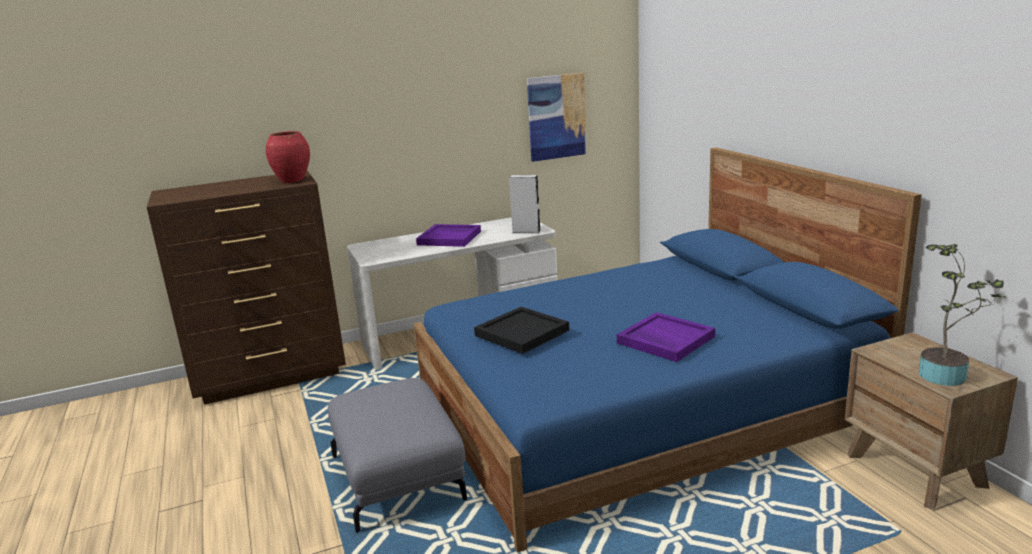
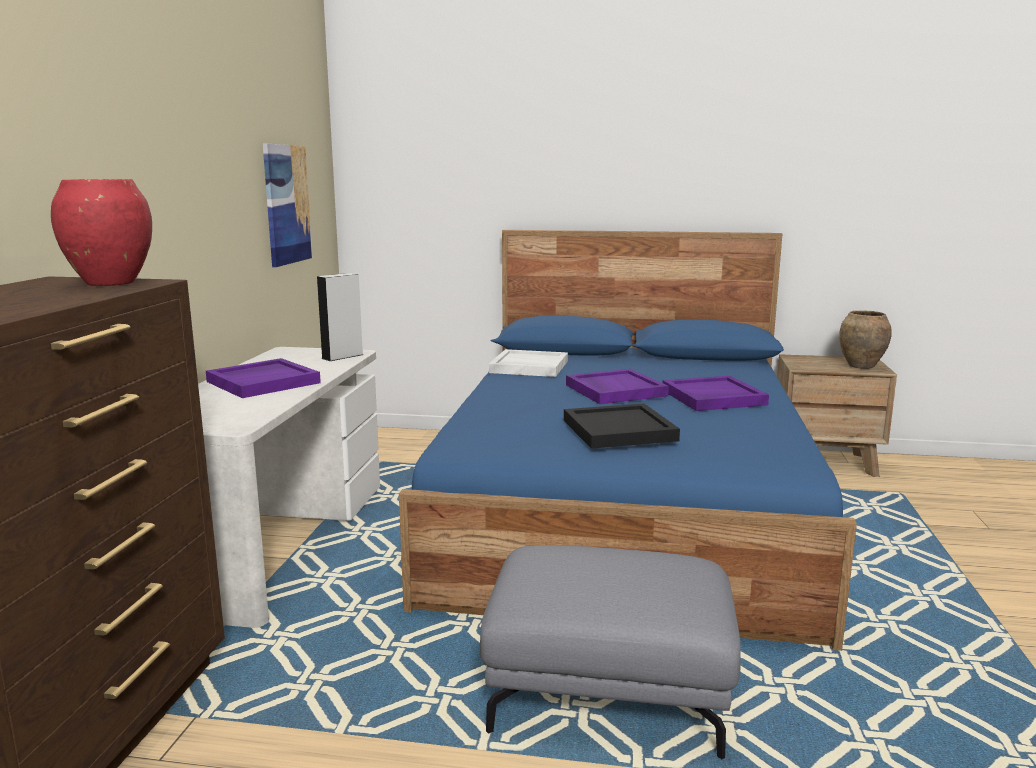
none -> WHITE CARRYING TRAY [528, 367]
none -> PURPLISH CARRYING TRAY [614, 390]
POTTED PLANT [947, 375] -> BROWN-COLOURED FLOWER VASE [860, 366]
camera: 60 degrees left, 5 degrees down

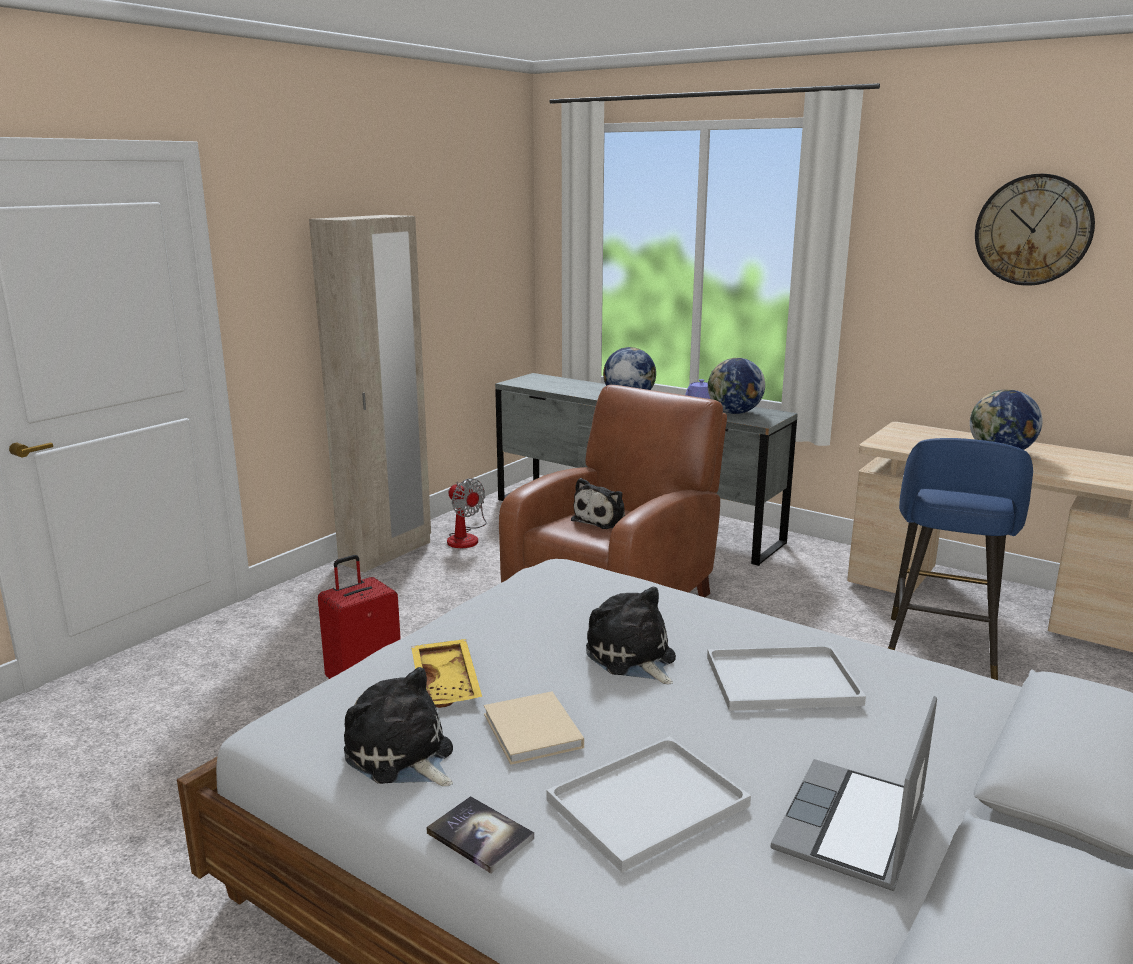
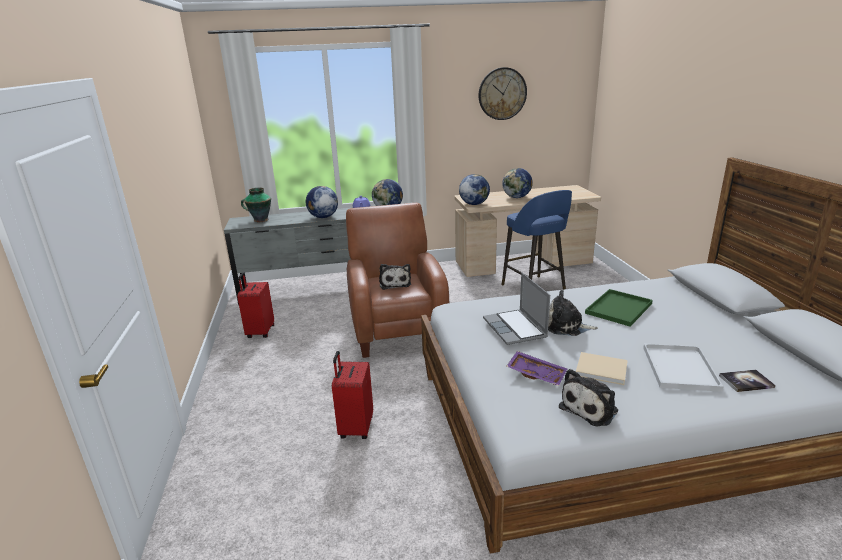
BEIGE-COLOURED CLOTHES CUPBOARD [386, 553] -> none
none -> FLOWER VASE [260, 220]
none -> GLOBE [474, 204]
BOUND BOOK [480, 836] -> BOUND BOOK [746, 381], relocated
LAPTOP [852, 828] -> LAPTOP [515, 328], relocated
COOLING FAN [466, 537] -> RED-COLOURED TRAVEL CASE [260, 332]
YELLOW-COLOURED CARRYING TRAY [448, 683] -> PURPLISH CARRYING TRAY [536, 374]
WHITE CARRYING TRAY [779, 681] -> GREEN-COLOURED CARRYING TRAY [619, 309]
CUDDLY TOY [402, 756] -> CUDDLY TOY [591, 408], 45 degrees counterclockwise
camera: 45 degrees left, 5 degrees up

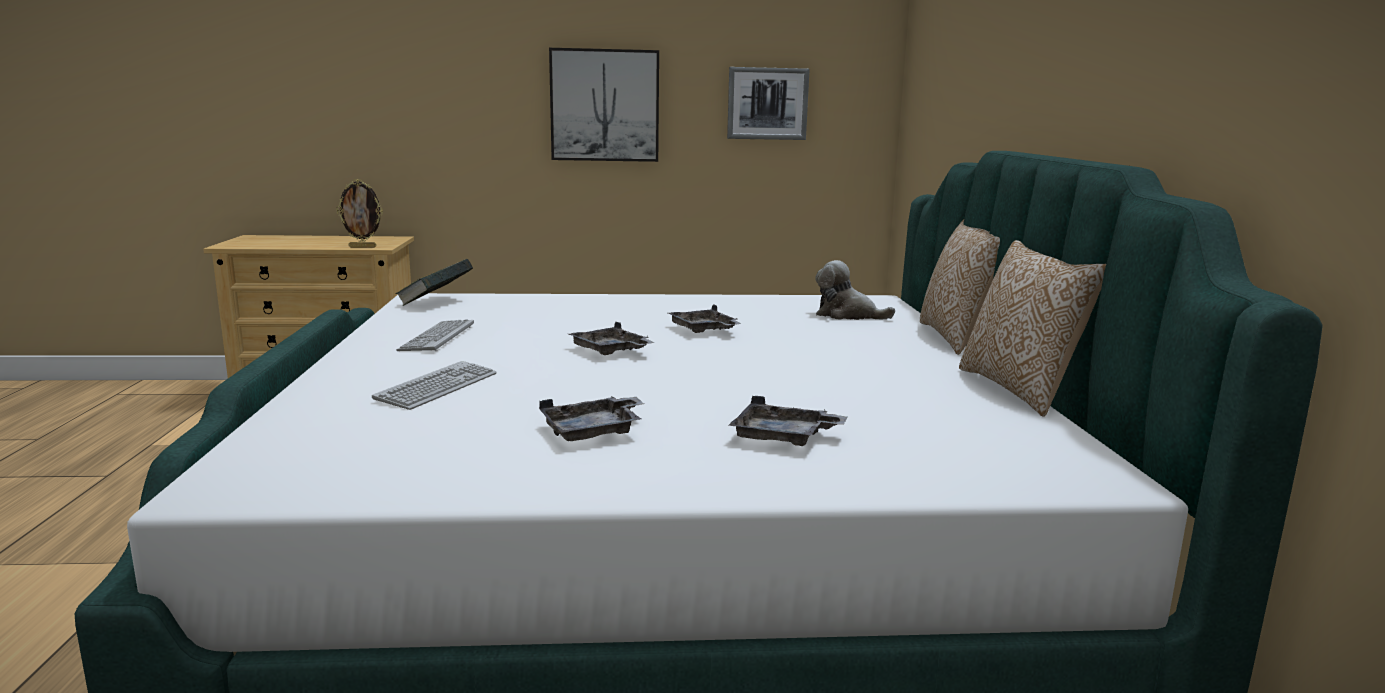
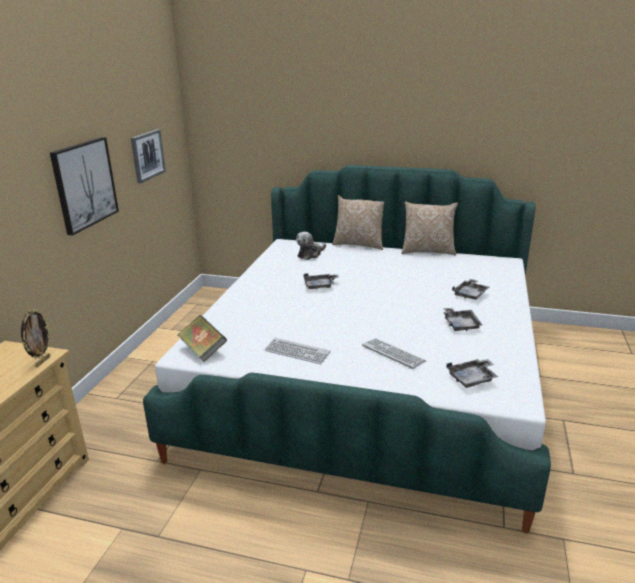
GREYISH CARRYING TRAY [610, 351] -> GREYISH CARRYING TRAY [472, 378], relocated
camera: 70 degrees left, 10 degrees up

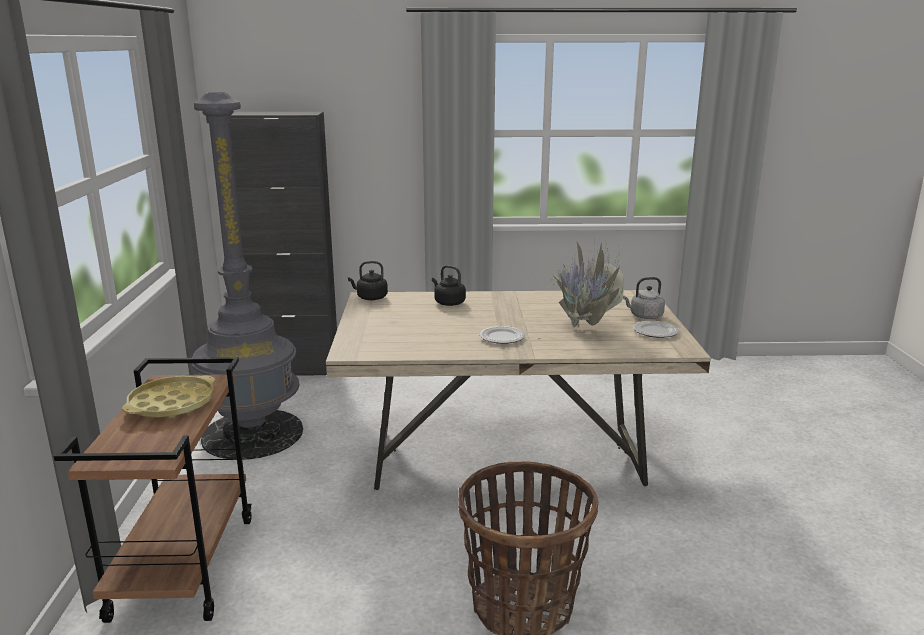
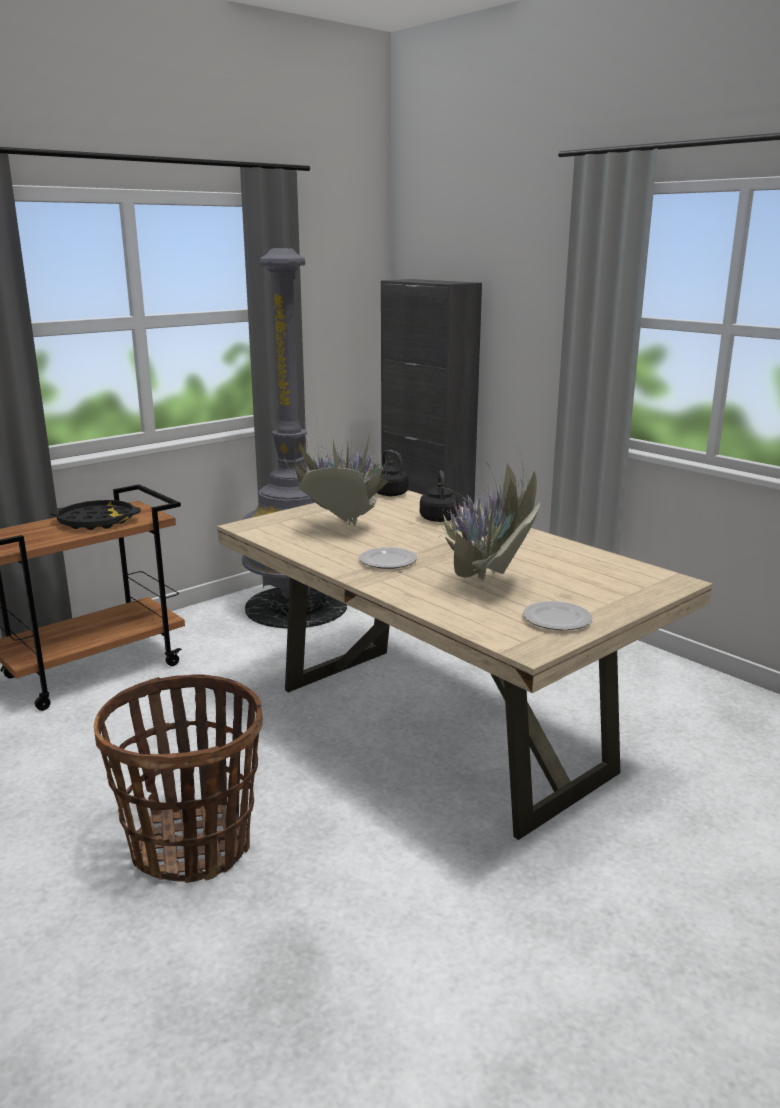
GREYISH TEA KETTLE [644, 316] -> none
none -> POTTED PLANT [341, 527]
YELLOW-COLOURED CARRYING TRAY [172, 404] -> BLACK-COLOURED CARRYING TRAY [97, 521]
camera: 50 degrees right, 0 degrees up

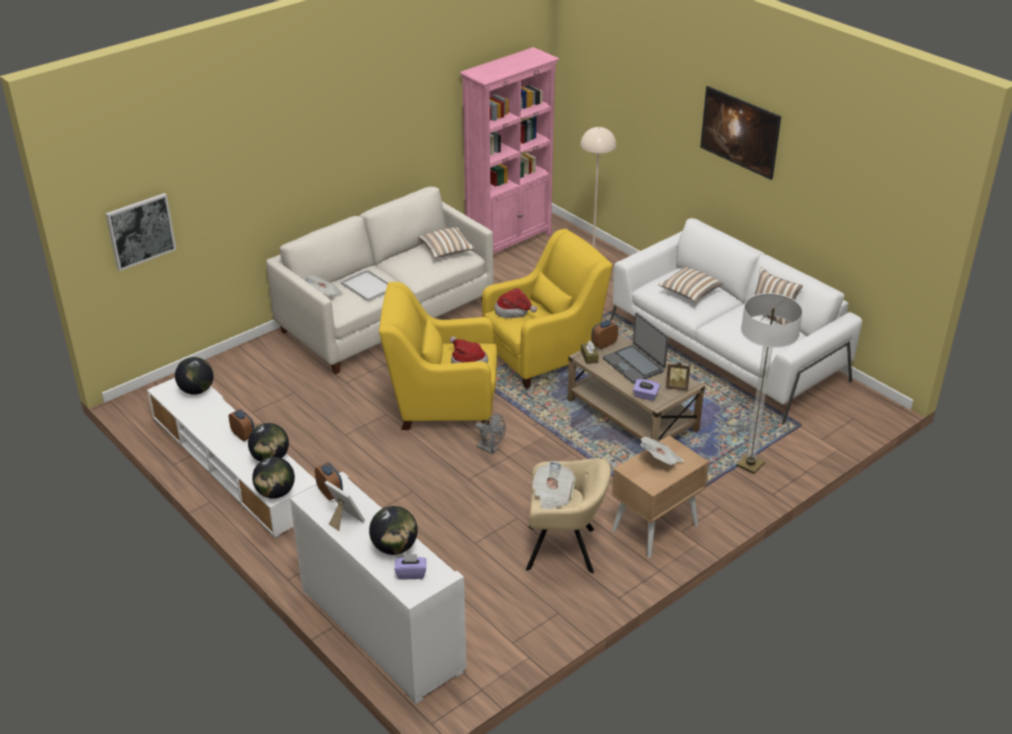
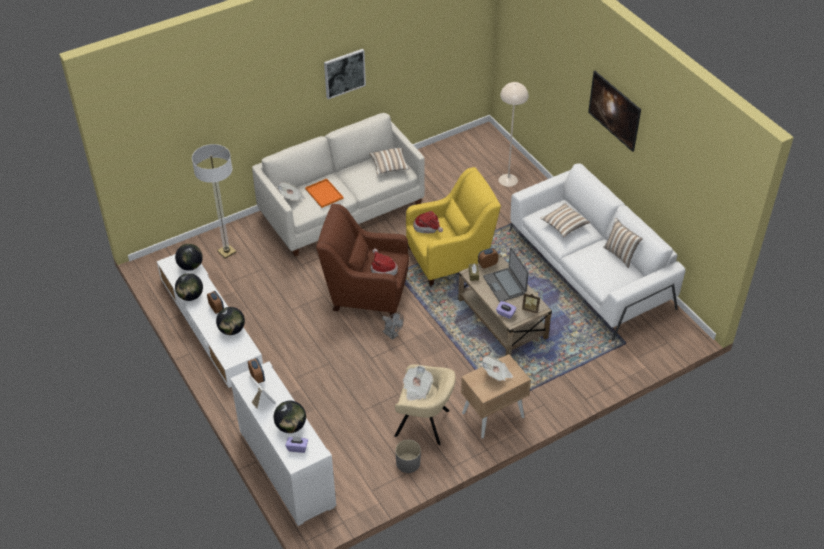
PINKISH BOOKSHELF [509, 241] -> none
none -> GREYISH FLOWER POT [408, 463]
WALL PICTURE [140, 231] -> WALL PICTURE [344, 73], relocated
GLOBE [275, 493] -> GLOBE [190, 296], relocated
FLOOR LAMP [750, 465] -> FLOOR LAMP [226, 252], relocated
WHITE CARRYING TRAY [368, 286] -> ORANGE-COLOURED CARRYING TRAY [325, 194]
YELLOW-COLOURED LOUNGE CHAIR [442, 404] -> BROWN-COLOURED LOUNGE CHAIR [366, 292]
camera: 10 degrees right, 10 degrees up

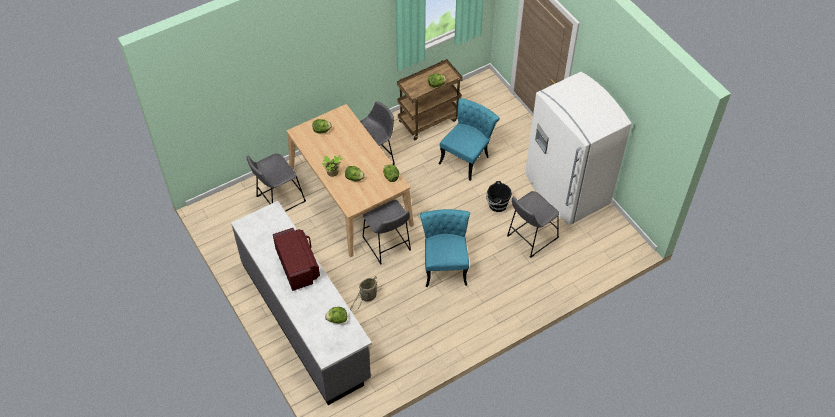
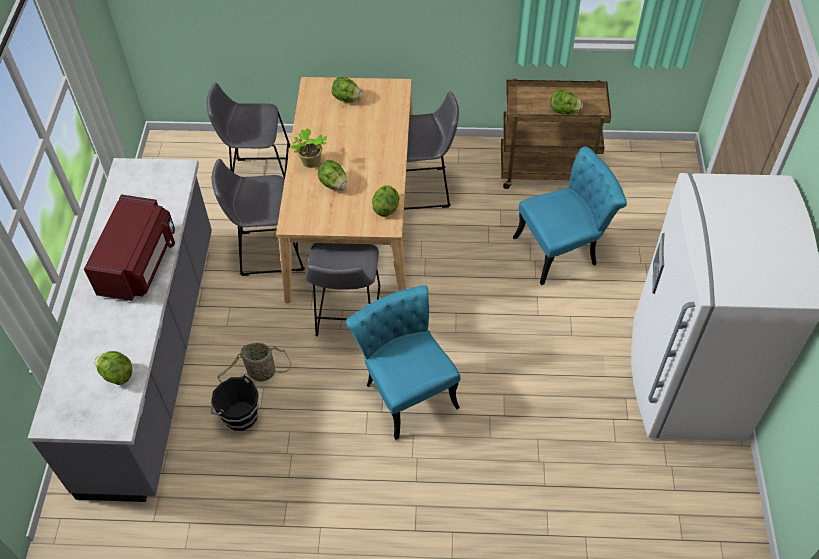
BLACK-COLOURED BUCKET [497, 205] -> BLACK-COLOURED BUCKET [239, 415], relocated
GREYISH SITTING STOOL [530, 238] -> GREYISH SITTING STOOL [267, 251], relocated
BLUE-GREEN CHAIR [445, 264] -> BLUE-GREEN CHAIR [406, 389], 60 degrees counterclockwise
camera: 35 degrees right, 0 degrees up

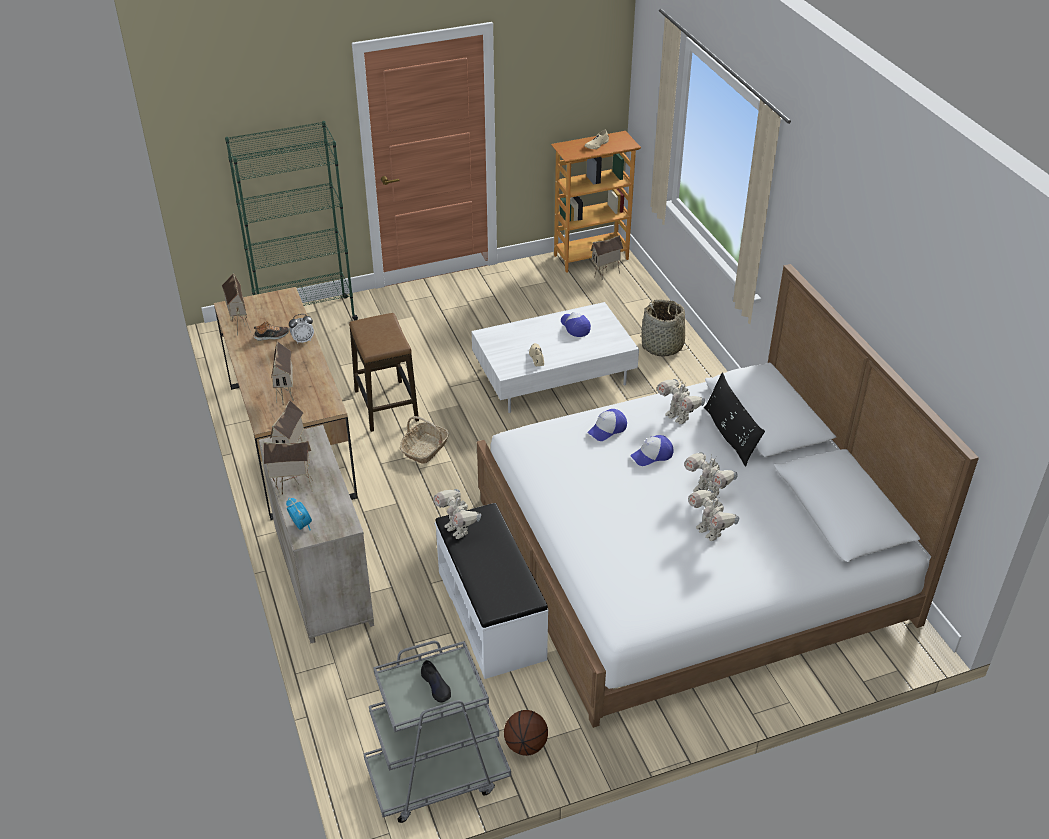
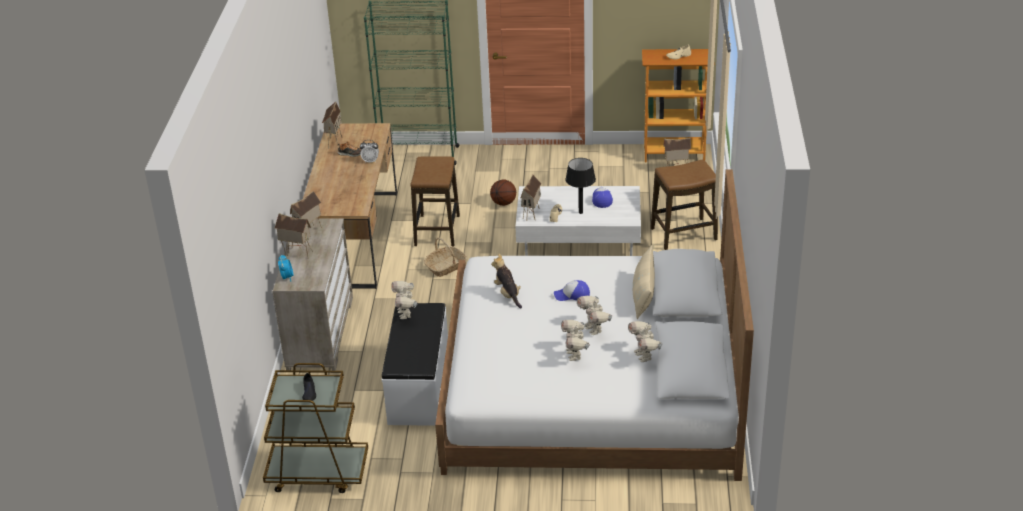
CAP [607, 429] -> none
none -> CUDDLY TOY [508, 294]
none -> BLACK-COLOURED LAMP FOR A TABLE [581, 212]
MINIATURE HOUSE [286, 395] -> MINIATURE HOUSE [532, 215], relocated
BALL FOR BASKETBALL [525, 745] -> BALL FOR BASKETBALL [503, 203], relocated
ROBOT FIGURE [678, 417] -> ROBOT FIGURE [644, 356], relocated
STORAGE BASKET [662, 346] -> SITTING STOOL [683, 234]
GREYISH WHEELED CART [437, 776] -> BROWN-COLOURED WHEELED CART [317, 472]
BLACK-COLOURED CUSHION [730, 435] -> BEIGE-COLOURED CUSHION [643, 295]
camera: 25 degrees right, 5 degrees down

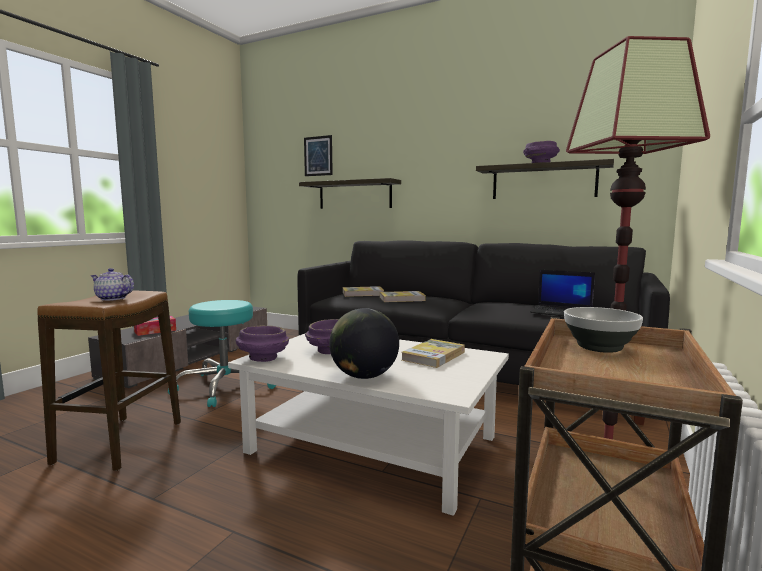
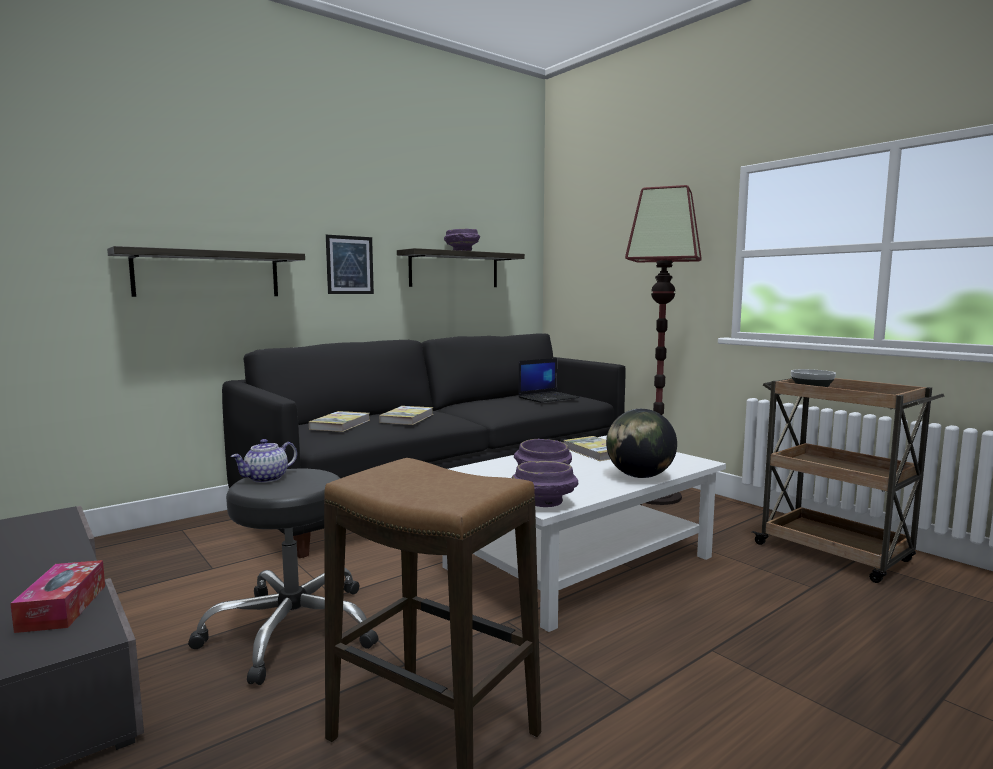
TEA POT [112, 298] -> TEA POT [266, 479], relocated
WALL PICTURE [318, 156] -> WALL PICTURE [350, 265], relocated
BLUE-GREEN SITTING STOOL [225, 386] -> BLACK-COLOURED SITTING STOOL [291, 629]
camera: 65 degrees left, 0 degrees up

